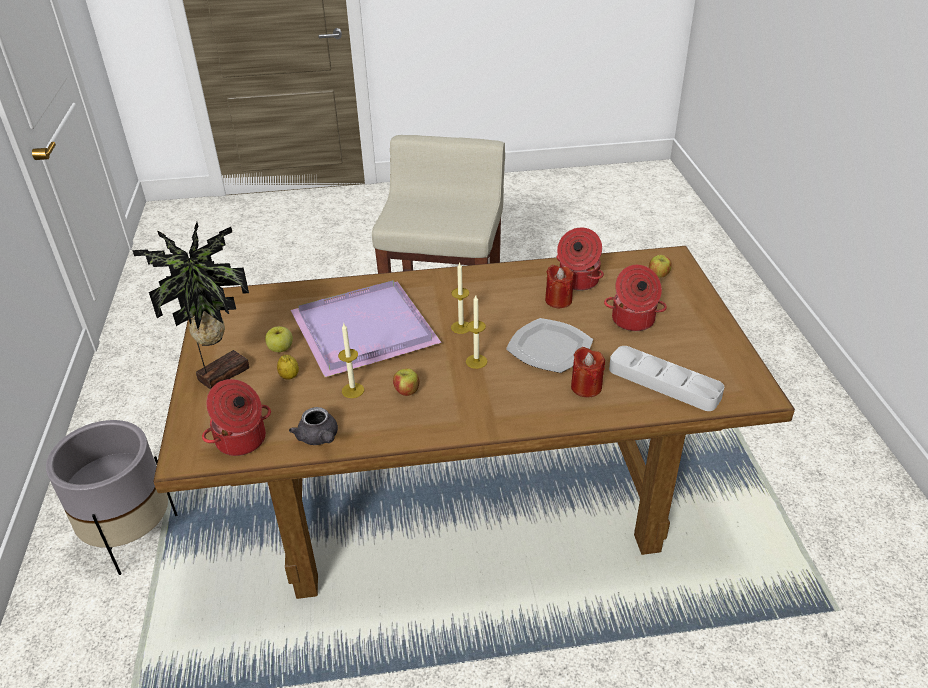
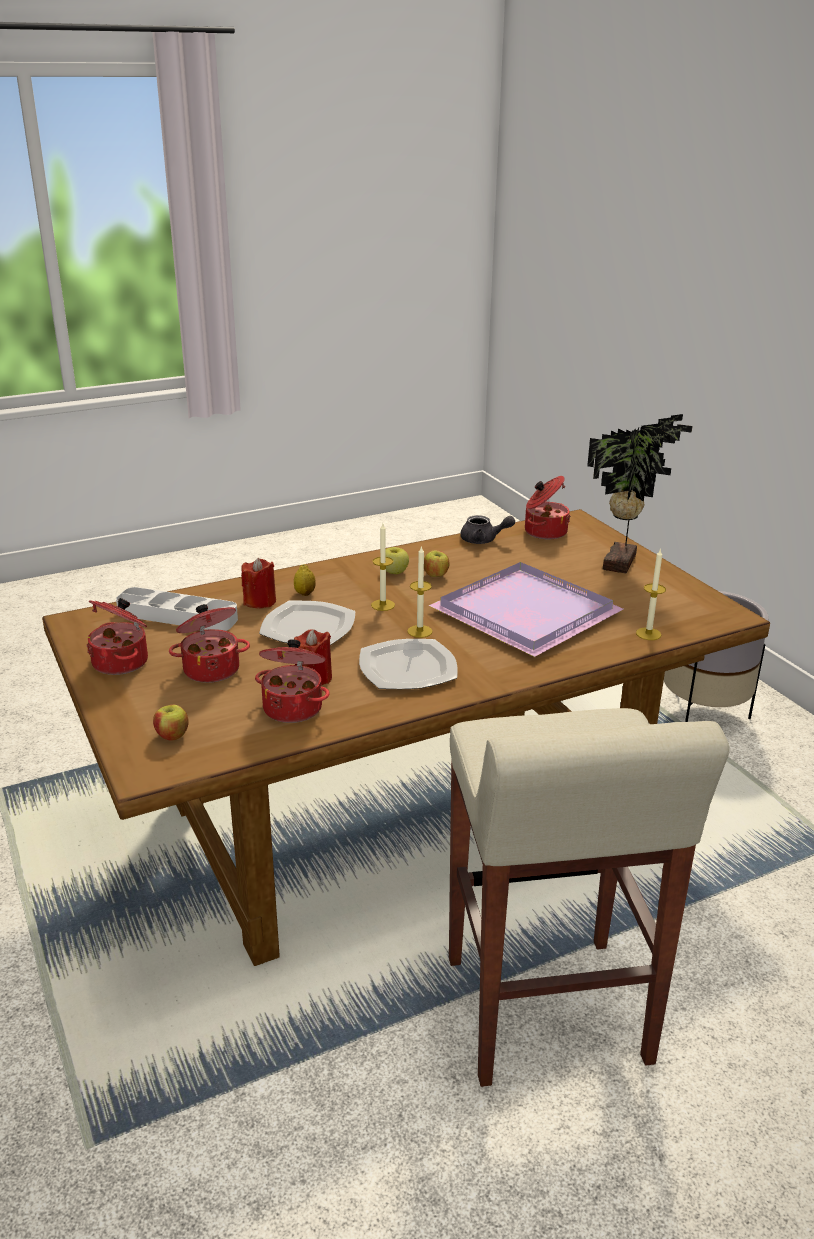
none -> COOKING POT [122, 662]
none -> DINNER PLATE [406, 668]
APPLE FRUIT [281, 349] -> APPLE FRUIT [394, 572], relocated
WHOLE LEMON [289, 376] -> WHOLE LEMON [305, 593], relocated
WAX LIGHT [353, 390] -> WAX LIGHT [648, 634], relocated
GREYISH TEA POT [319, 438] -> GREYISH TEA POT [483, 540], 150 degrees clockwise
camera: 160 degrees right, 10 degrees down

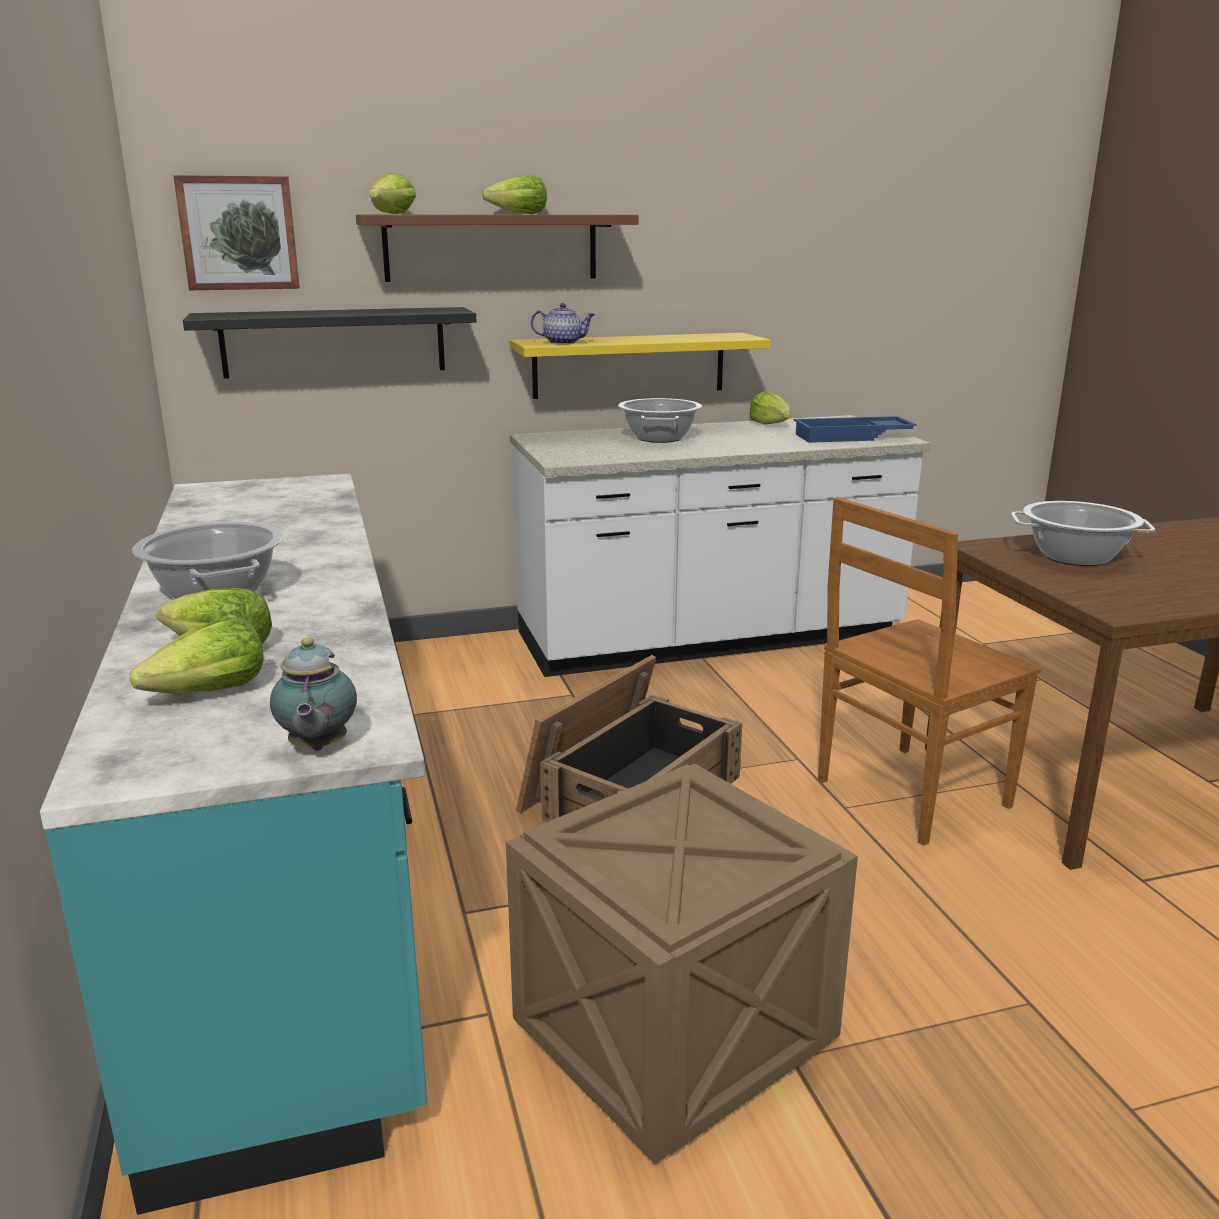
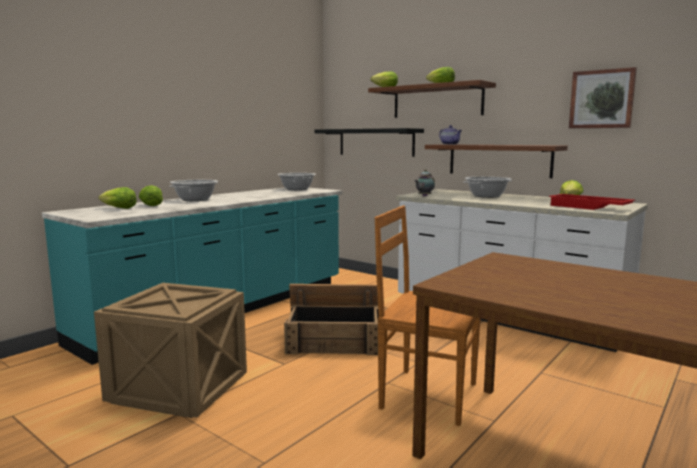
WALL PICTURE [238, 233] -> WALL PICTURE [602, 99], relocated
TEA POT [317, 748] -> TEA POT [424, 196], relocated
COOKING POT [1075, 557] -> COOKING POT [297, 189], relocated
YELLOW-COLOURED WALL SHELF [629, 365] -> BROWN-COLOURED WALL SHELF [499, 160]
BLUE CARRYING TRAY [852, 437] -> RED-COLOURED CARRYING TRAY [588, 207]
camera: 55 degrees right, 10 degrees down

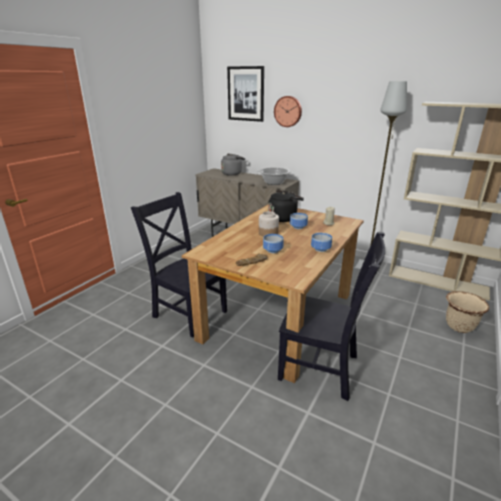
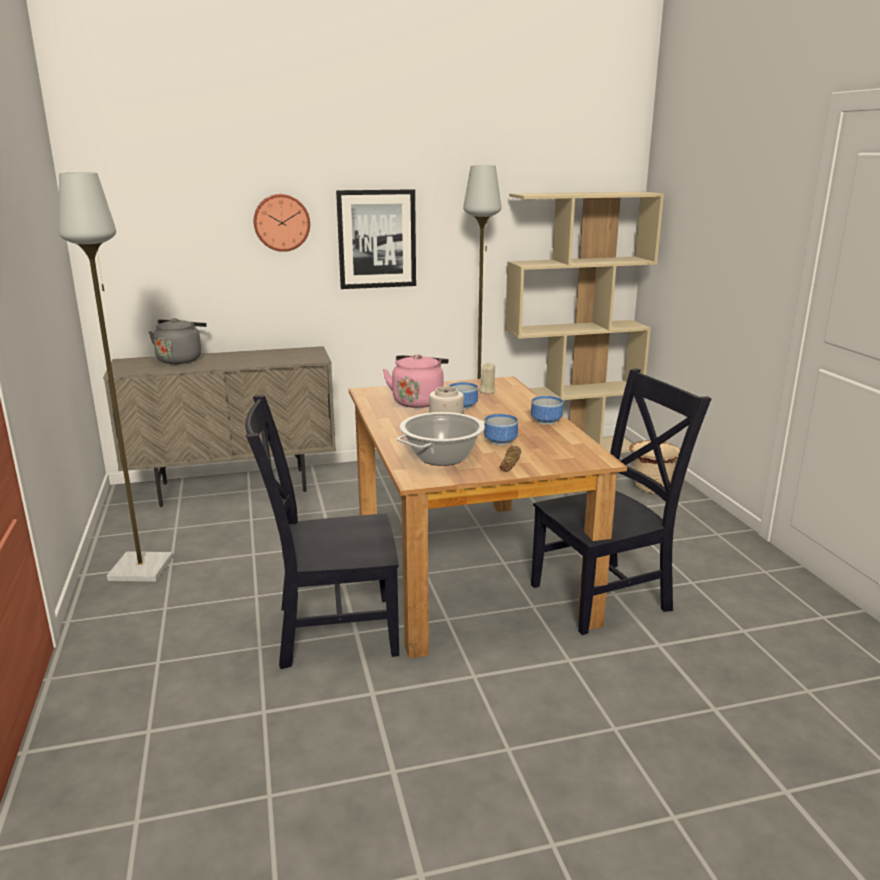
none -> GREYISH FLOOR LAMP [142, 568]
WALL PICTURE [246, 94] -> WALL PICTURE [377, 239], relocated
COOKING POT [274, 182] -> COOKING POT [442, 457], relocated
BLACK-COLOURED TEA KETTLE [283, 218] -> PINKISH TEA KETTLE [418, 401]
camera: 45 degrees left, 5 degrees down

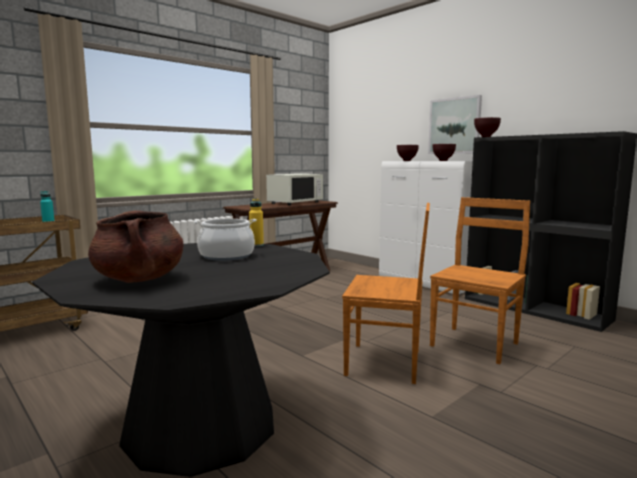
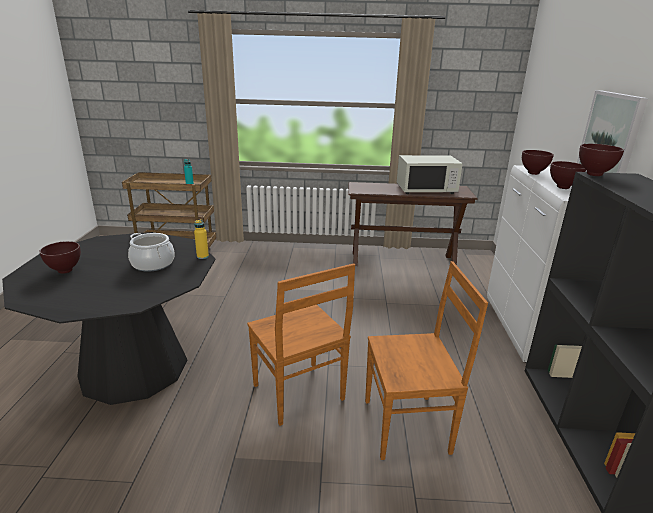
BROWN-COLOURED COOKING POT [139, 279] -> BROWN-COLOURED DEEP DISH [65, 271]
camera: 45 degrees right, 15 degrees up

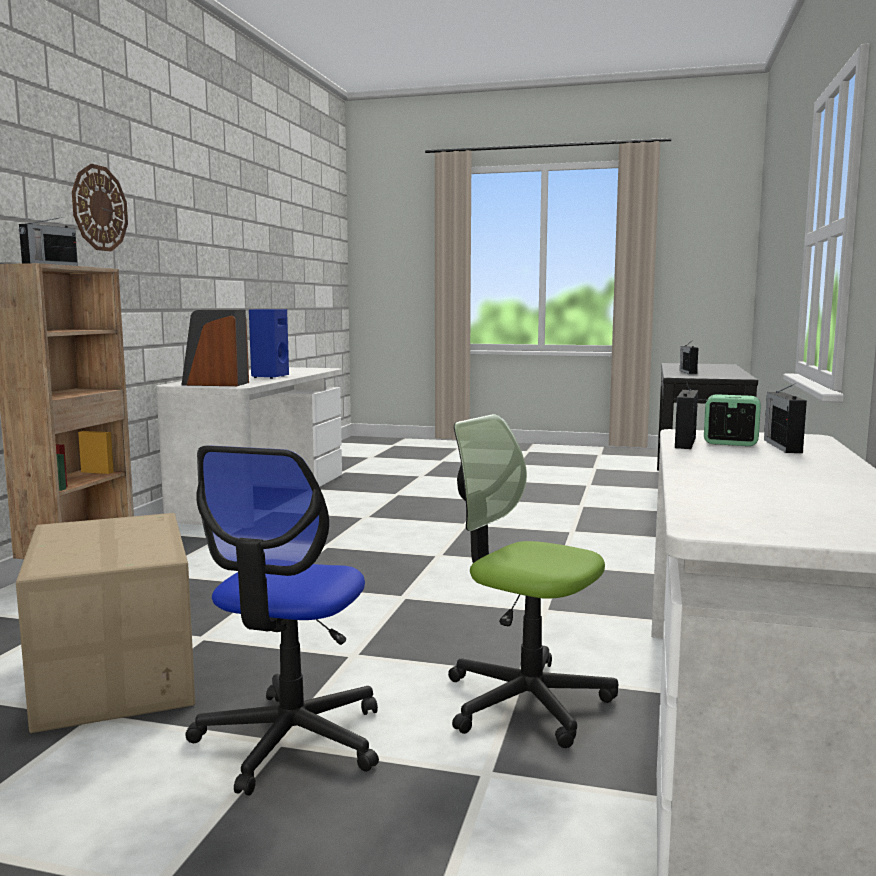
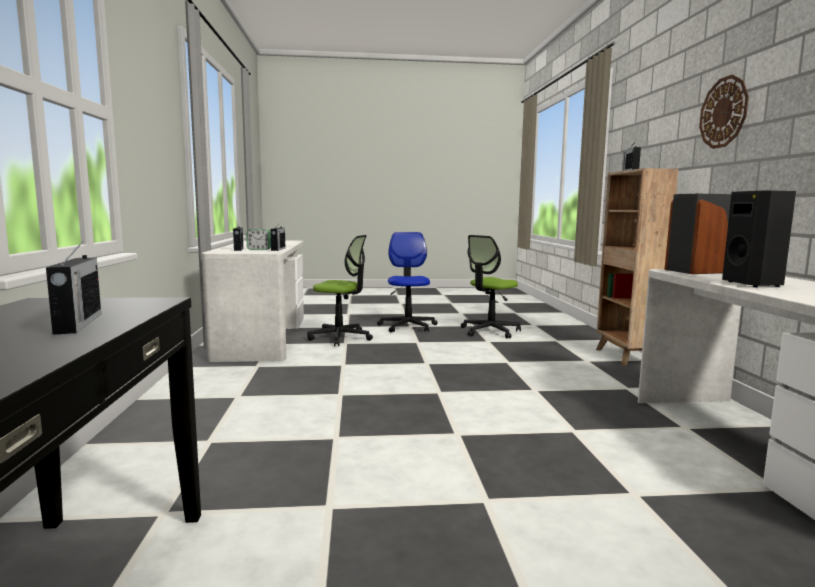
PACKING BOX [117, 676] -> DESK CHAIR [490, 331]
BLUE SPEAKER [269, 377] -> BLACK-COLOURED SPEAKER [754, 284]
camera: 160 degrees right, 0 degrees up

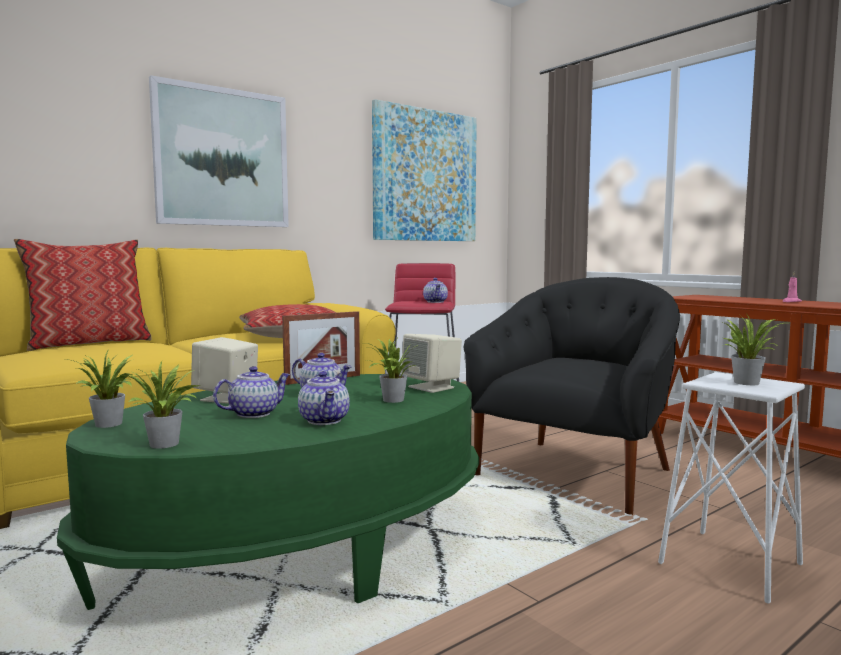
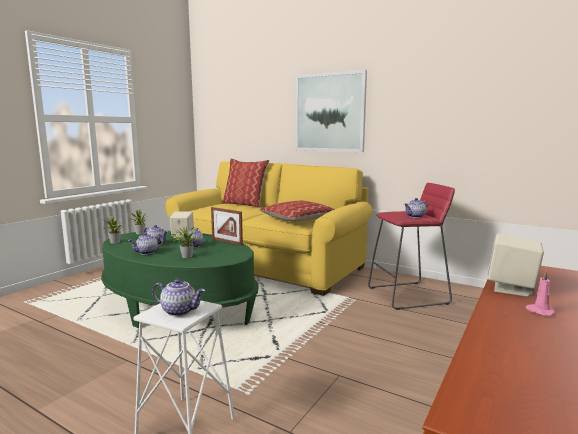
WALL PICTURE [425, 176] -> none
BLACK-COLOURED LOUNGE CHAIR [576, 472] -> none
BEIGE-COLOURED SPEAKER [432, 387] -> BEIGE-COLOURED SPEAKER [511, 288], relocated
POTTED PLANT [747, 382] -> TEA POT [180, 311]
camera: 70 degrees right, 5 degrees up

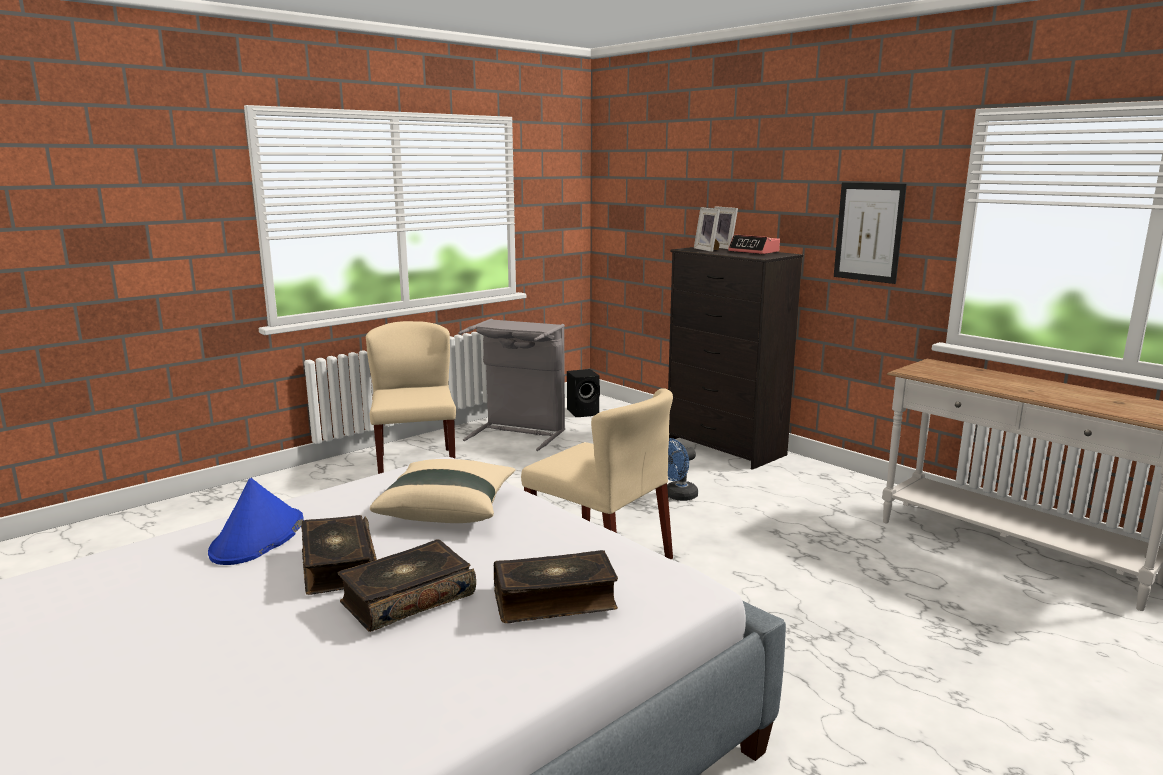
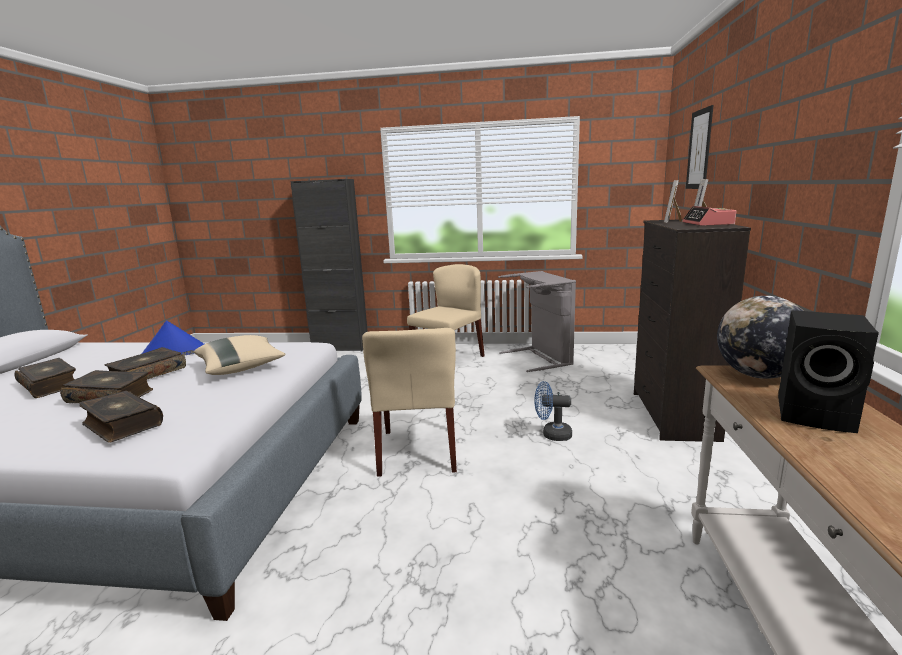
none -> BOUND BOOK [51, 385]
none -> BLACK-COLOURED CABINET [340, 347]
none -> GLOBE [758, 375]
BLACK-COLOURED SPEAKER [584, 412] -> BLACK-COLOURED SPEAKER [818, 415], relocated
WALL PICTURE [869, 232] -> WALL PICTURE [699, 149], relocated
camera: 50 degrees right, 0 degrees up

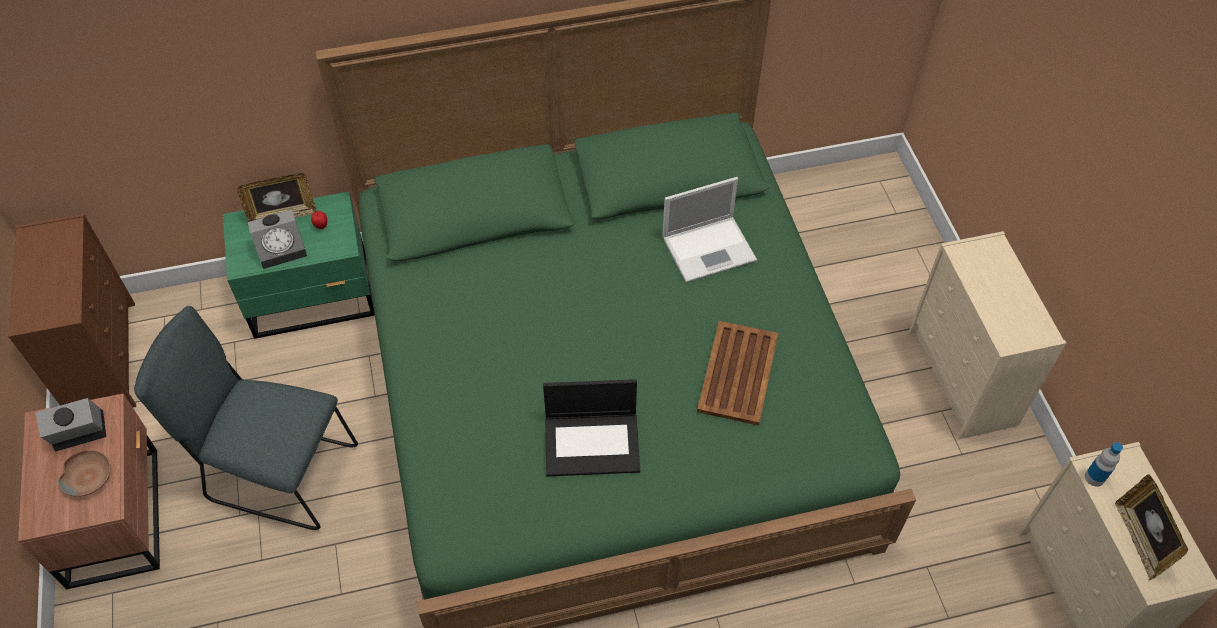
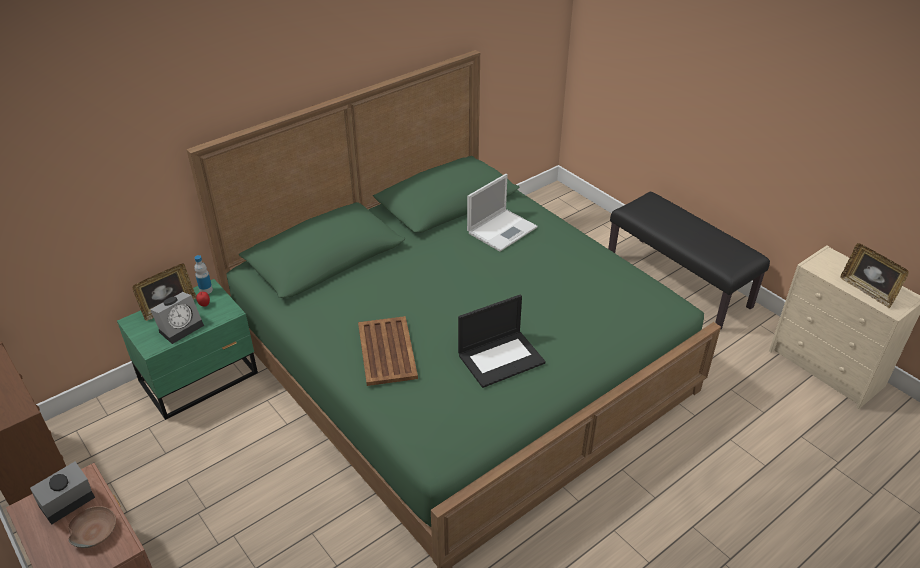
GREYISH CHAIR [276, 472] -> none
BROWN-COLOURED CARRYING TRAY [738, 372] -> BROWN-COLOURED CARRYING TRAY [387, 350], relocated
DRINK BOTTLE [1094, 477] -> DRINK BOTTLE [206, 290], relocated
BEIGE-COLOURED DRAWER CHEST [962, 379] -> BLACK-COLOURED BENCH [678, 282]
camera: 25 degrees left, 15 degrees down

